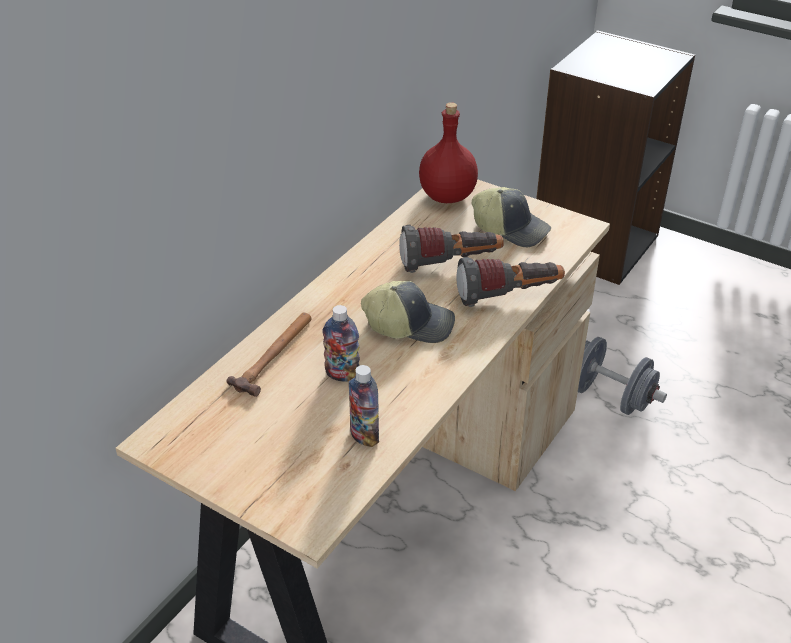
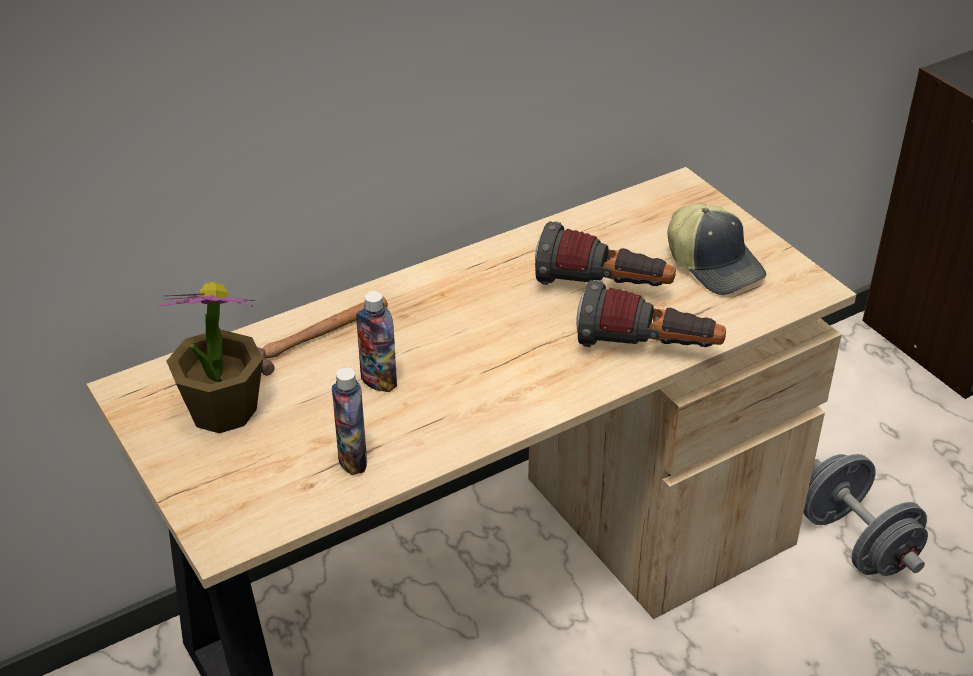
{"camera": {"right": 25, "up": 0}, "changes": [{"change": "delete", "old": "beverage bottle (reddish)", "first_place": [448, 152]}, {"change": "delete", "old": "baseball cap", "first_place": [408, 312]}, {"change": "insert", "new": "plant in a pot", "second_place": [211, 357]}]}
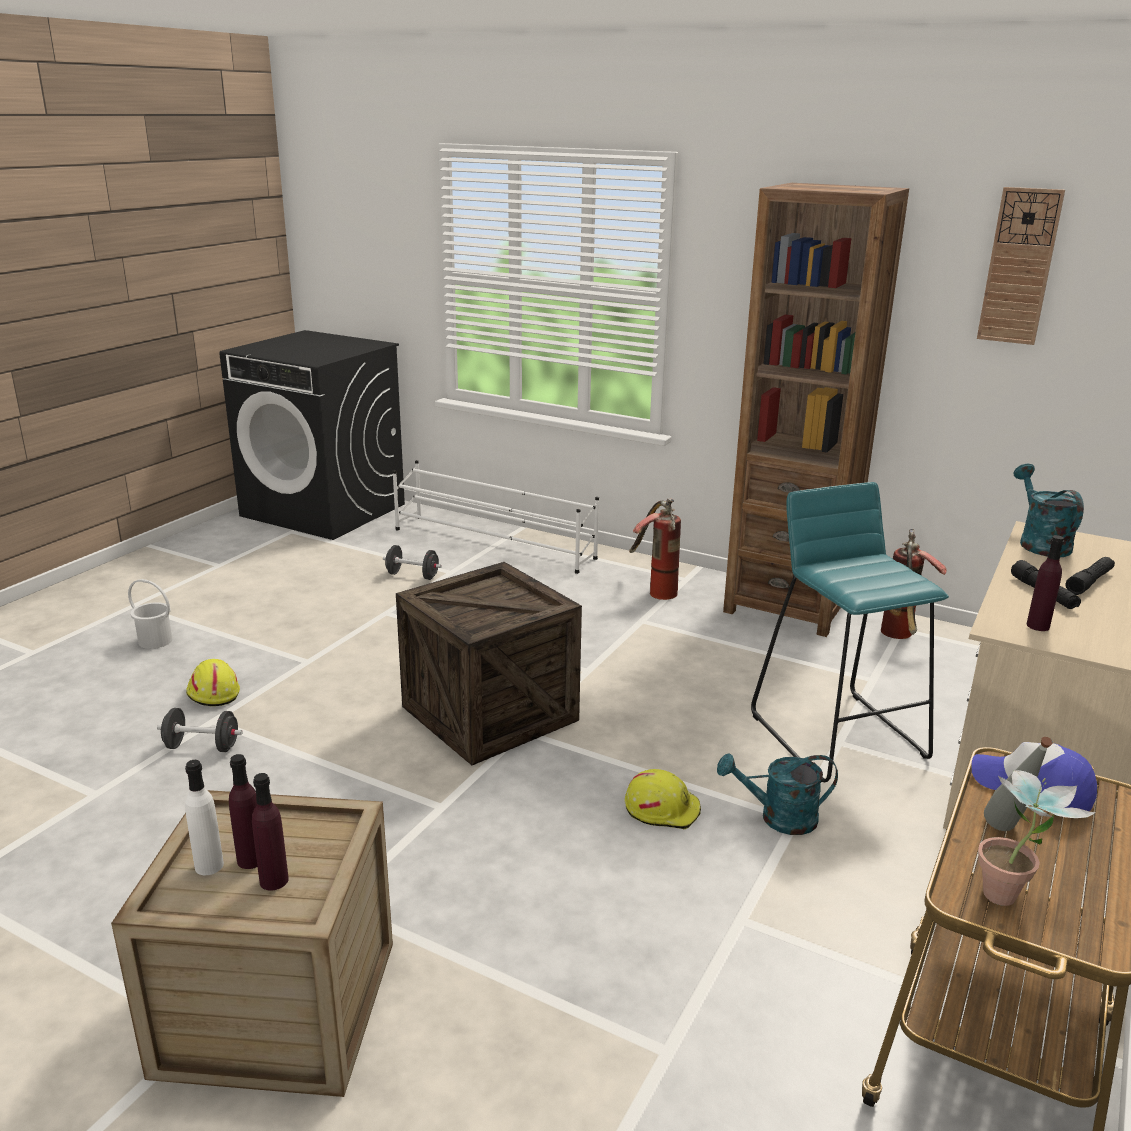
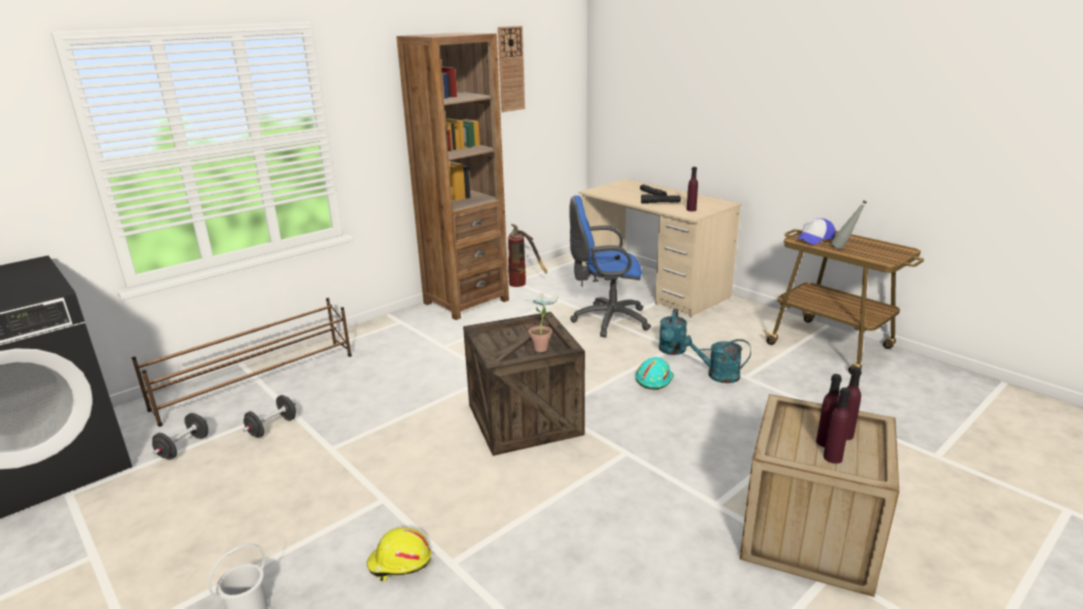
{"camera": {"right": -70, "up": 0}, "changes": [{"change": "recolor", "old": "shoe shelf (white)", "new": "shoe shelf (brownish)", "first_place": [496, 517], "second_place": [242, 362]}, {"change": "move", "old": "watering pot (blue-green)", "first_place": [1048, 510], "second_place": [716, 359]}, {"change": "replace", "old": "stool seat (blue-green)", "new": "desk chair (blue)", "first_place": [850, 632], "second_place": [610, 266]}, {"change": "delete", "old": "extinguisher", "first_place": [655, 549]}, {"change": "move", "old": "hand weight (blackish)", "first_place": [200, 730], "second_place": [180, 436]}, {"change": "recolor", "old": "beverage bottle (white)", "new": "beverage bottle (purplish)", "first_place": [204, 817], "second_place": [837, 426]}, {"change": "recolor", "old": "safety helmet (yellow-coloured)", "new": "safety helmet (blue-green)", "first_place": [663, 799], "second_place": [654, 373]}, {"change": "move", "old": "plant in a pot", "first_place": [1036, 838], "second_place": [541, 322]}]}
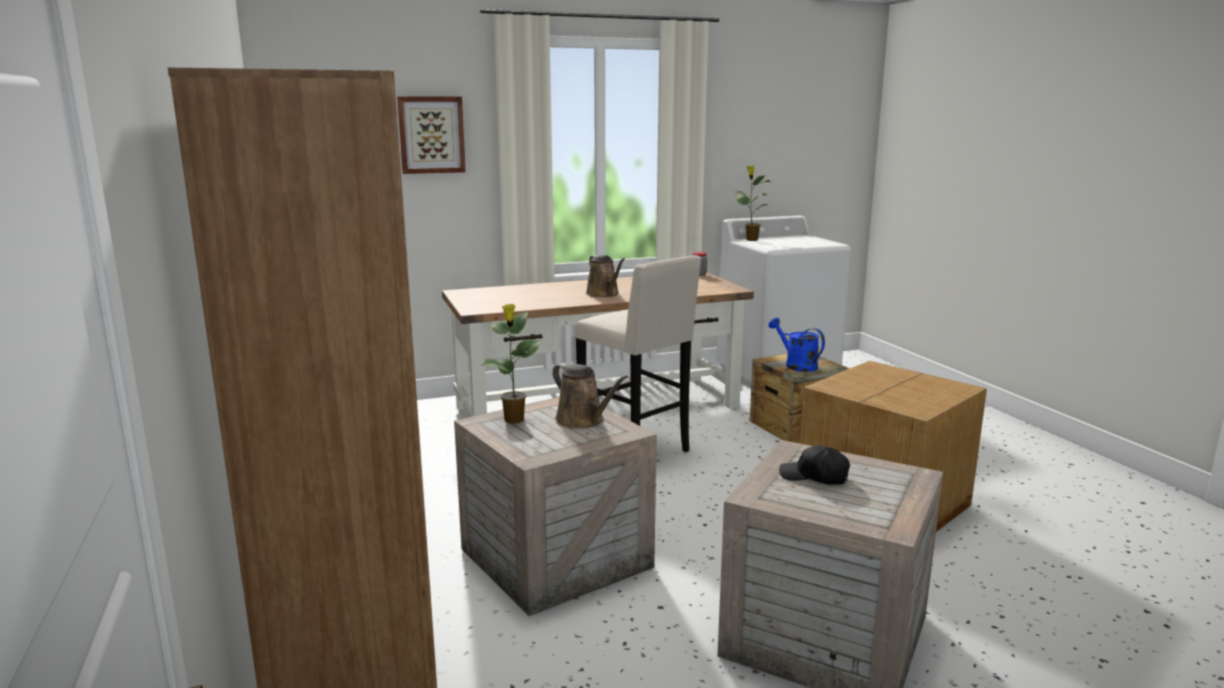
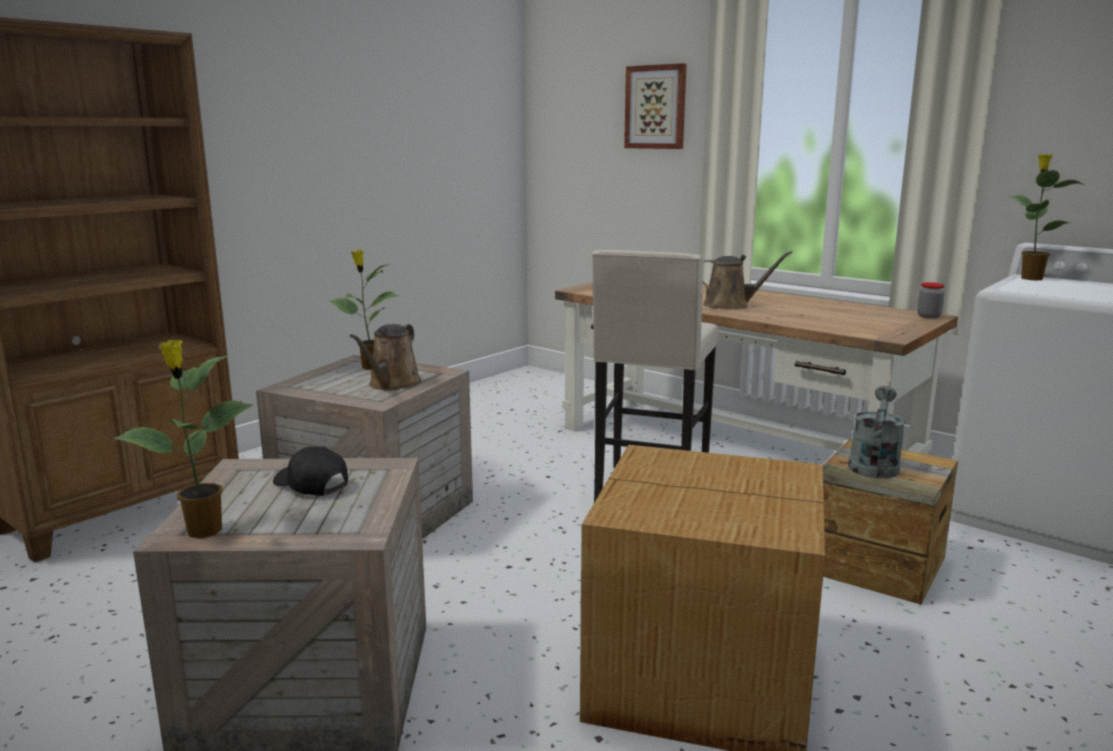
{"camera": {"right": 60, "up": 0}, "changes": [{"change": "rotate", "old": "watering pot (brownish)", "first_place": [605, 276], "second_place": [748, 280], "degrees": -120}, {"change": "recolor", "old": "watering pot (blue)", "new": "watering pot (grey)", "first_place": [797, 345], "second_place": [877, 432]}, {"change": "rotate", "old": "baseball cap (blackish)", "first_place": [814, 465], "second_place": [310, 471], "degrees": -45}, {"change": "insert", "new": "plant in a pot", "second_place": [184, 439]}]}
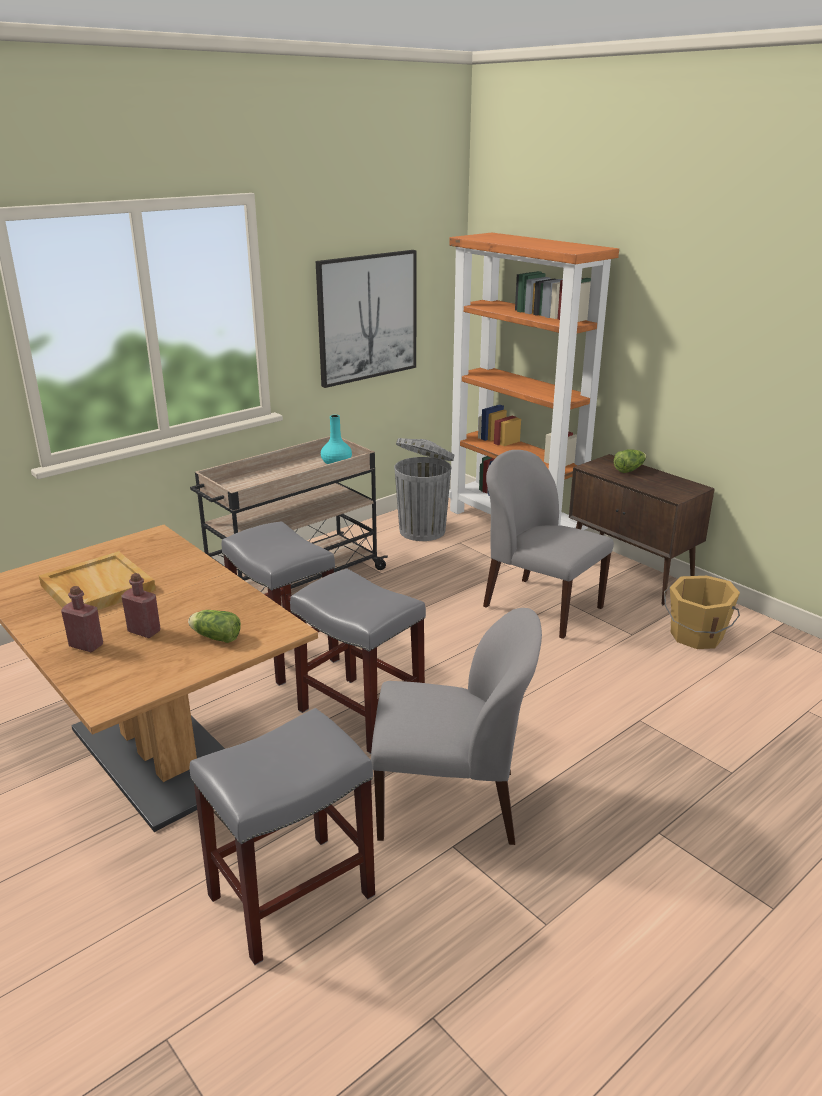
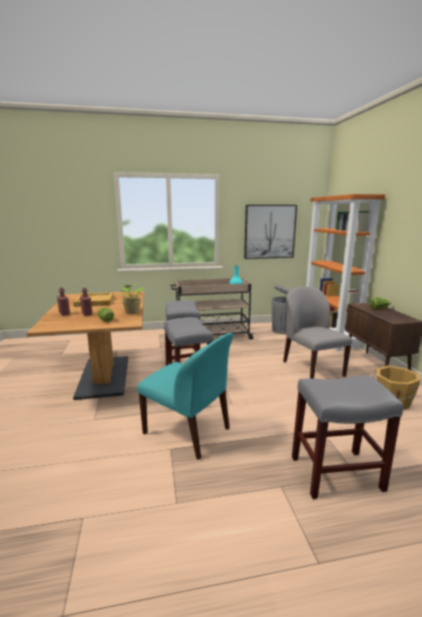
{"camera": {"right": 30, "up": -10}, "changes": [{"change": "recolor", "old": "plain chair (grey)", "new": "plain chair (blue-green)", "first_place": [456, 726], "second_place": [185, 396]}, {"change": "move", "old": "stool seat (grey)", "first_place": [282, 836], "second_place": [347, 437]}, {"change": "insert", "new": "plant in a pot", "second_place": [132, 298]}]}
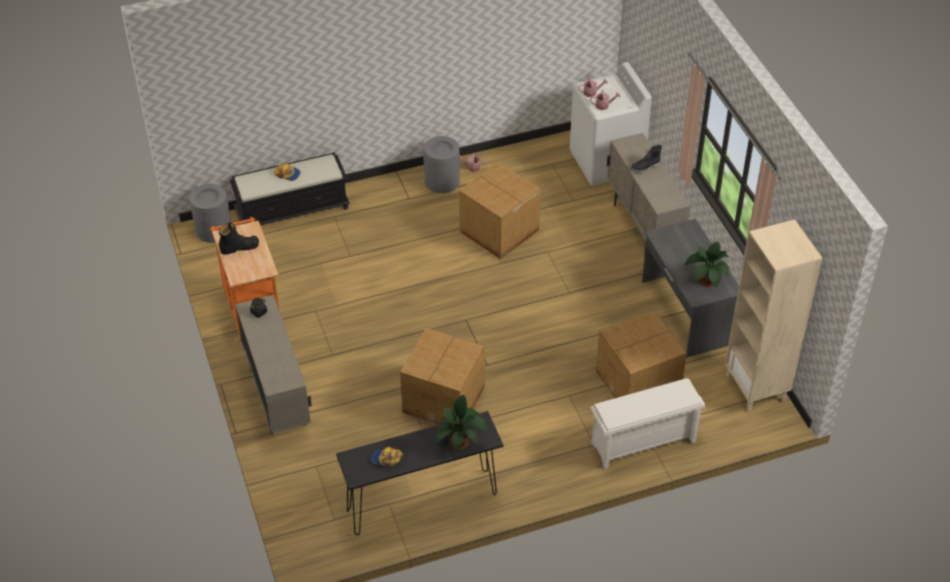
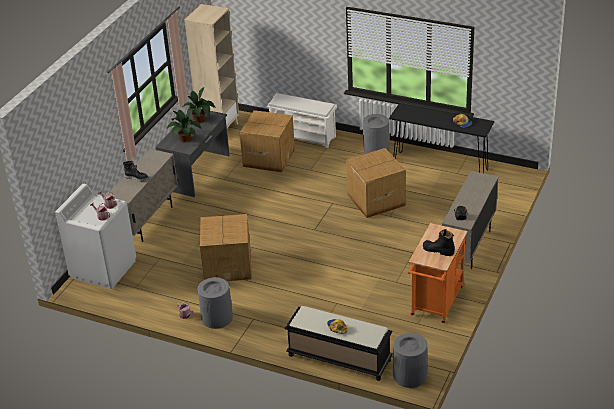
{"camera": {"right": -135, "up": -10}, "changes": [{"change": "move", "old": "plant in a pot", "first_place": [461, 422], "second_place": [184, 126]}, {"change": "insert", "new": "rubbish bin (grey)", "second_place": [376, 134]}]}
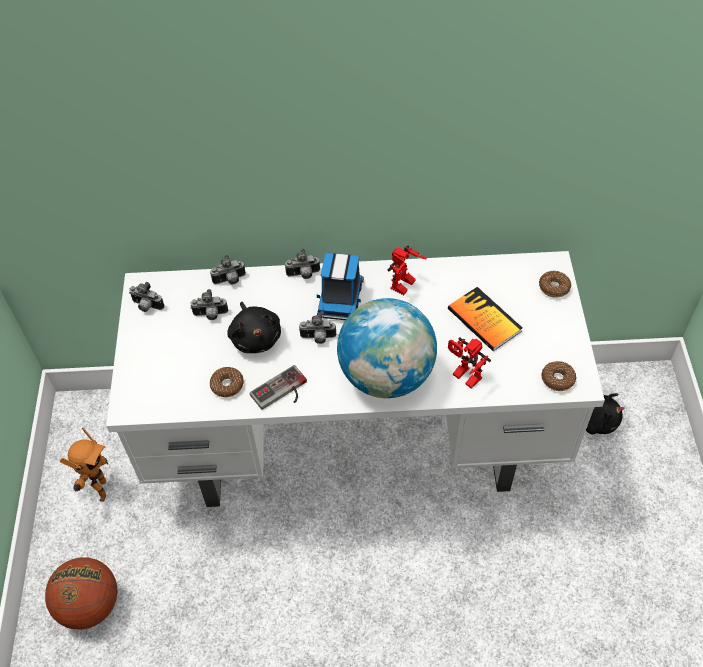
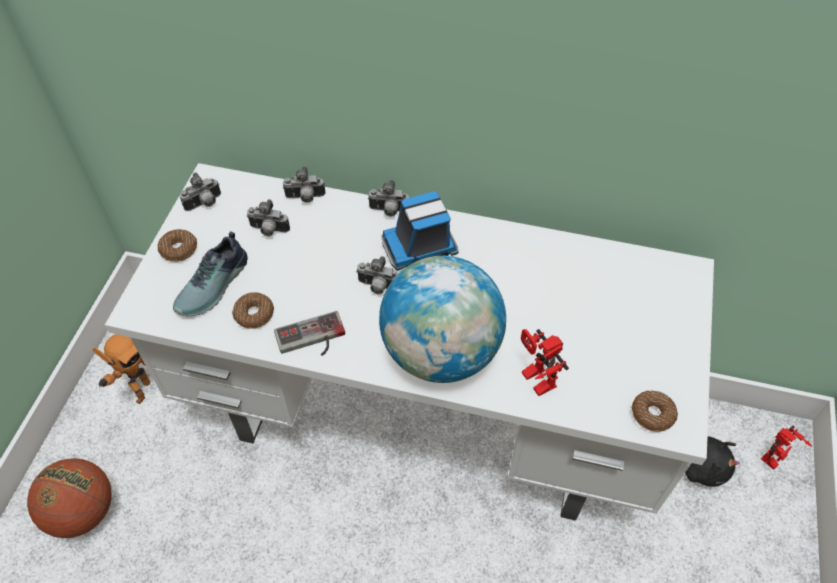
{"camera": {"right": 15, "up": 0}, "changes": [{"change": "move", "old": "toy robot", "first_place": [407, 270], "second_place": [786, 448]}, {"change": "rotate", "old": "toy lorry", "first_place": [340, 286], "second_place": [420, 230], "degrees": 45}, {"change": "move", "old": "doughnut", "first_place": [555, 284], "second_place": [177, 245]}, {"change": "rotate", "old": "photo camera", "first_place": [146, 297], "second_place": [200, 192], "degrees": -75}, {"change": "delete", "old": "volume", "first_place": [485, 319]}, {"change": "delete", "old": "cuddly toy (blackish)", "first_place": [254, 327]}, {"change": "insert", "new": "low shoe", "second_place": [210, 273]}]}
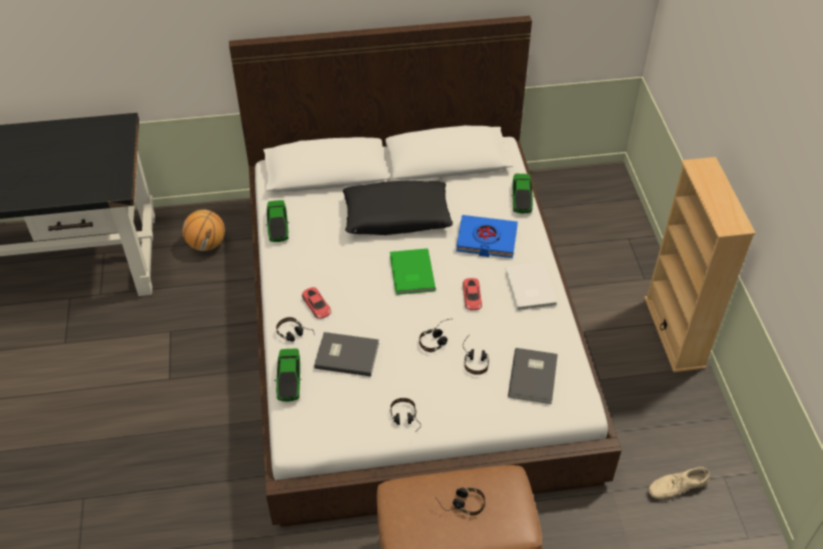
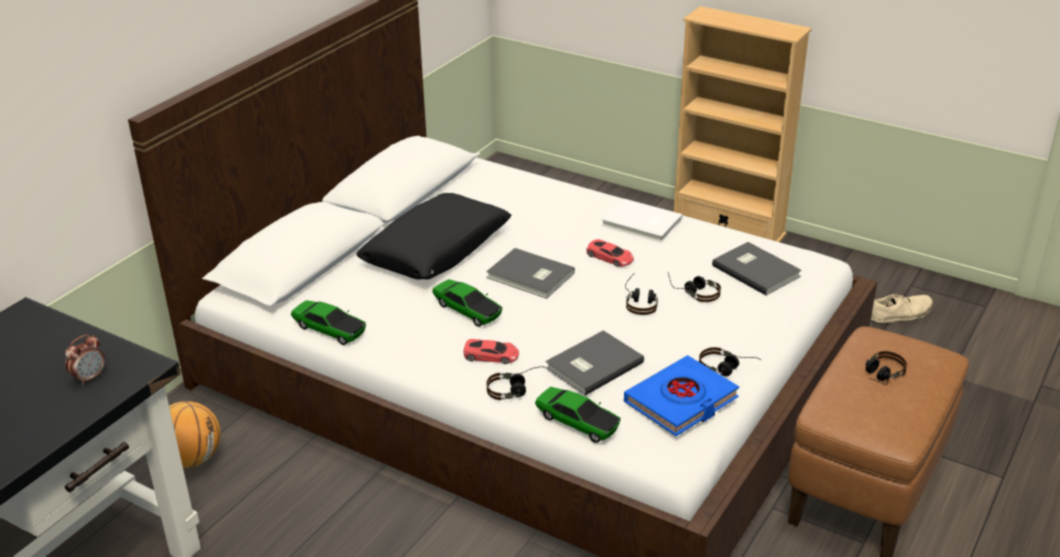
{"camera": {"right": -50, "up": -15}, "changes": [{"change": "move", "old": "toy car", "first_place": [523, 194], "second_place": [467, 303]}, {"change": "move", "old": "volume (blue)", "first_place": [487, 236], "second_place": [681, 395]}, {"change": "recolor", "old": "volume (green)", "new": "volume (grey)", "first_place": [413, 271], "second_place": [530, 273]}, {"change": "rotate", "old": "low shoe (beige-coloured)", "first_place": [679, 484], "second_place": [902, 308], "degrees": -135}, {"change": "insert", "new": "table clock", "second_place": [85, 359]}]}
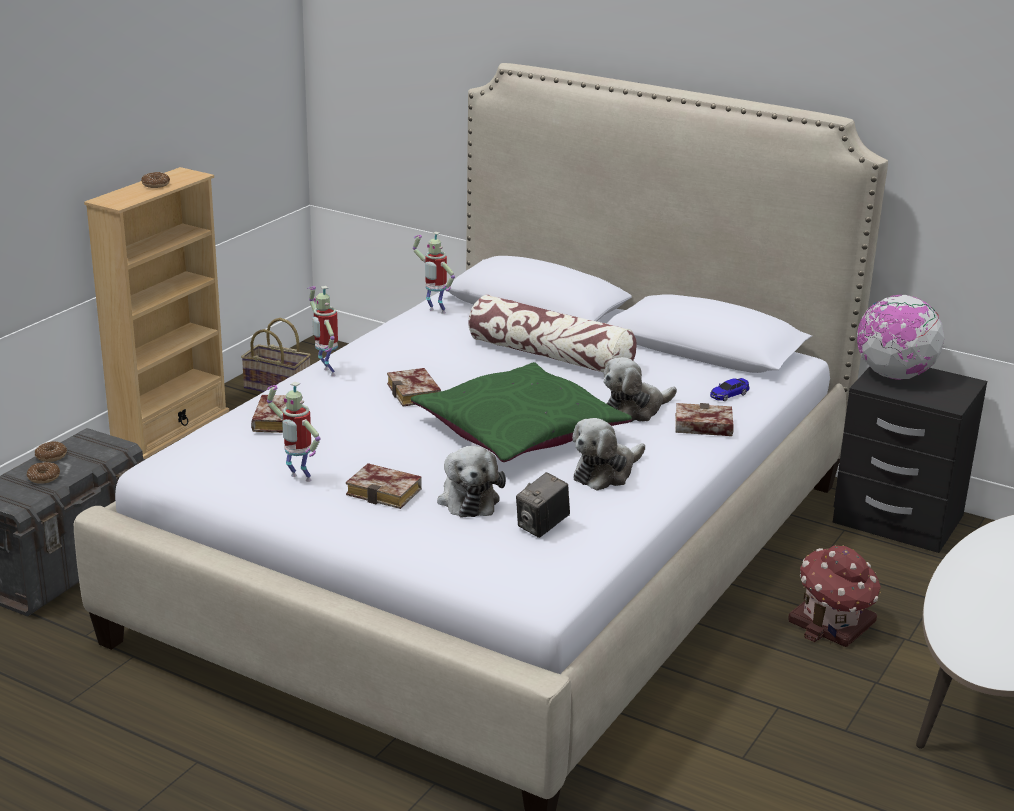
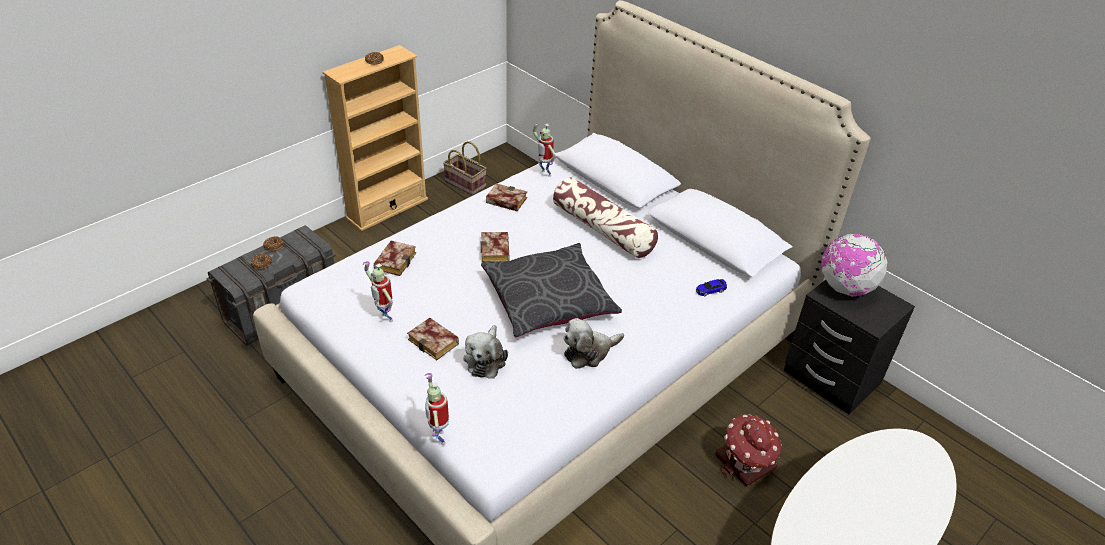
{"camera": {"right": 15, "up": 15}, "changes": [{"change": "move", "old": "toy robot", "first_place": [322, 331], "second_place": [437, 409]}, {"change": "delete", "old": "cuddly toy", "first_place": [640, 390]}, {"change": "recolor", "old": "throw pillow (green)", "new": "throw pillow (grey)", "first_place": [521, 412], "second_place": [551, 290]}, {"change": "move", "old": "volume", "first_place": [704, 419], "second_place": [506, 197]}, {"change": "delete", "old": "photo camera", "first_place": [543, 505]}]}
